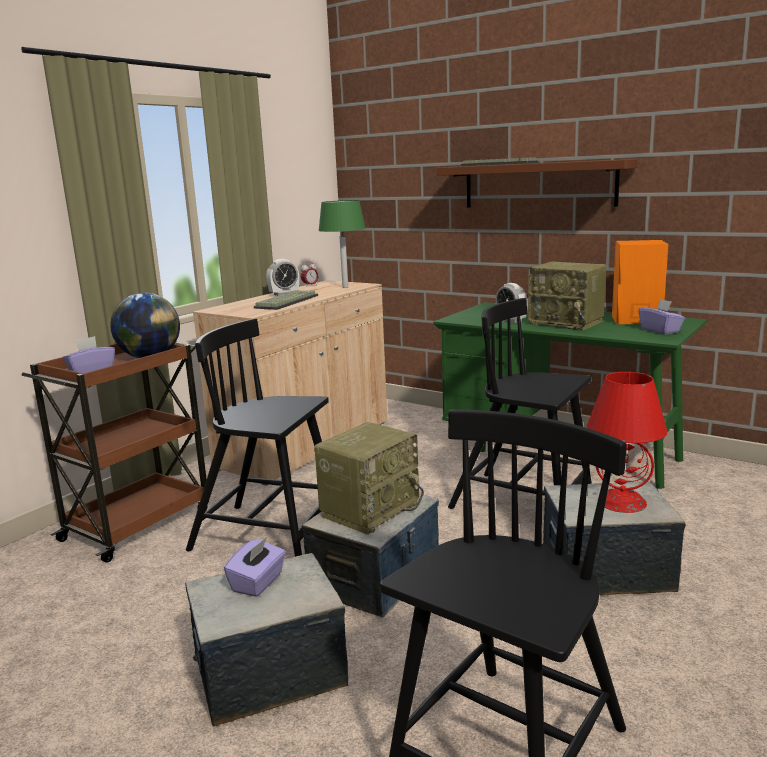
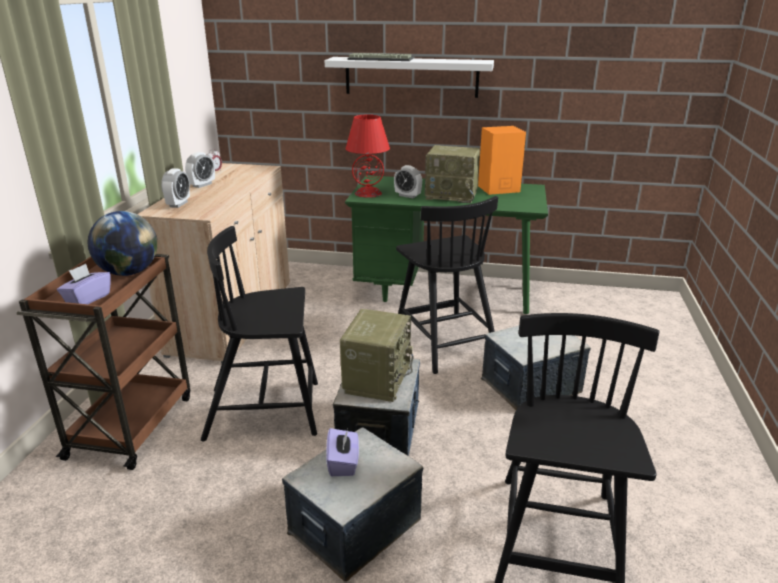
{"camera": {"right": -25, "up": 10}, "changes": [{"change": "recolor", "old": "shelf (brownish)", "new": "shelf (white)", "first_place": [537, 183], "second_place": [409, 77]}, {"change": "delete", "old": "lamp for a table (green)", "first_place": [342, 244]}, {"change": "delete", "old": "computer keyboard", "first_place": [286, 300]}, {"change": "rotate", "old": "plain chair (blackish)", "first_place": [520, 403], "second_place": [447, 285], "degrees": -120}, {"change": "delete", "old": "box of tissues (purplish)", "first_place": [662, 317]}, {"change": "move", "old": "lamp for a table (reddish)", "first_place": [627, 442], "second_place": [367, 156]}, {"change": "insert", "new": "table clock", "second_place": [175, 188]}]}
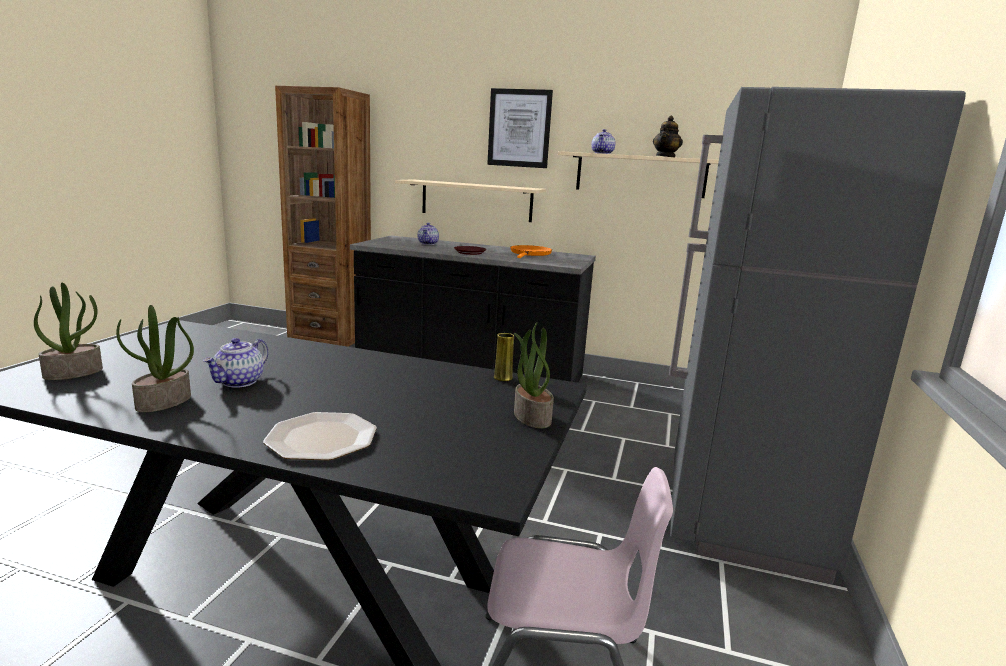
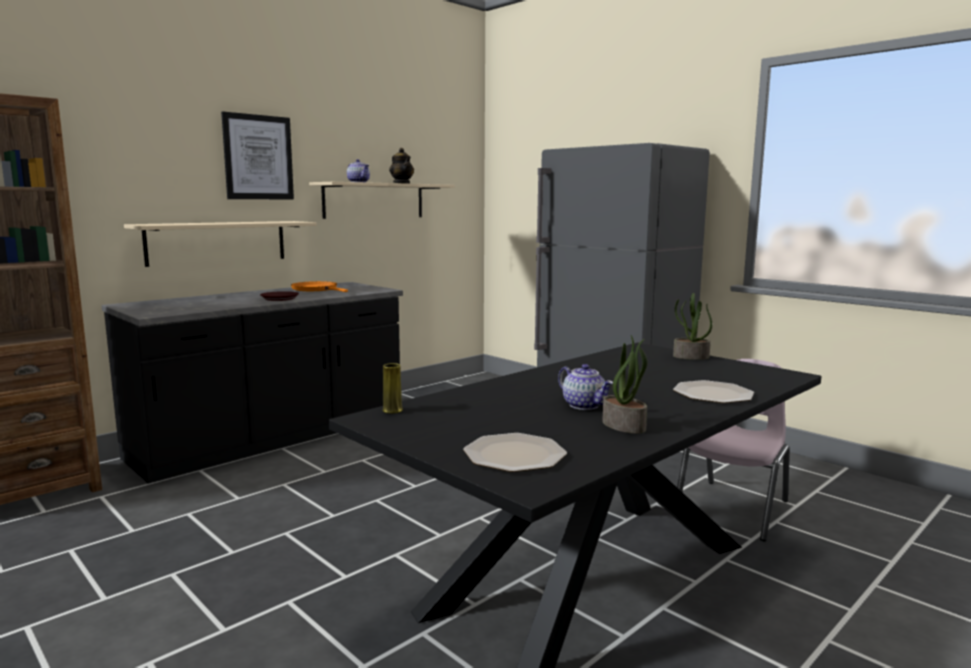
{"camera": {"right": -60, "up": -5}, "changes": [{"change": "delete", "old": "tea pot", "first_place": [428, 234]}, {"change": "replace", "old": "plant in a pot", "new": "dinner plate", "first_place": [68, 331], "second_place": [515, 452]}, {"change": "move", "old": "flower vase (yellow-coloured)", "first_place": [504, 357], "second_place": [393, 388]}]}
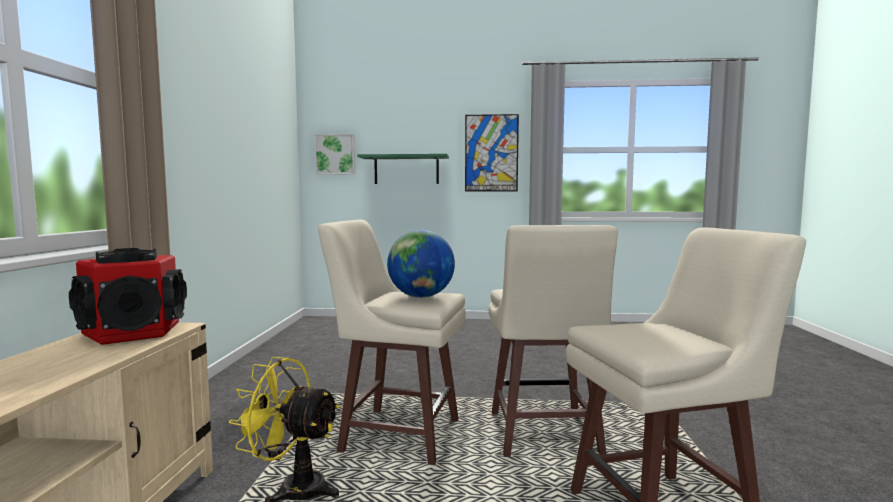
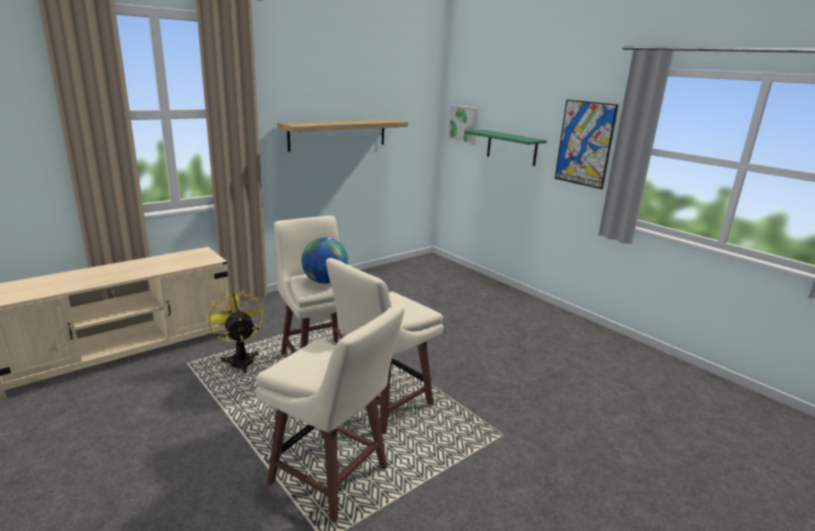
{"camera": {"right": 45, "up": 15}, "changes": [{"change": "delete", "old": "audio speaker", "first_place": [128, 296]}, {"change": "insert", "new": "shelf", "second_place": [342, 135]}]}
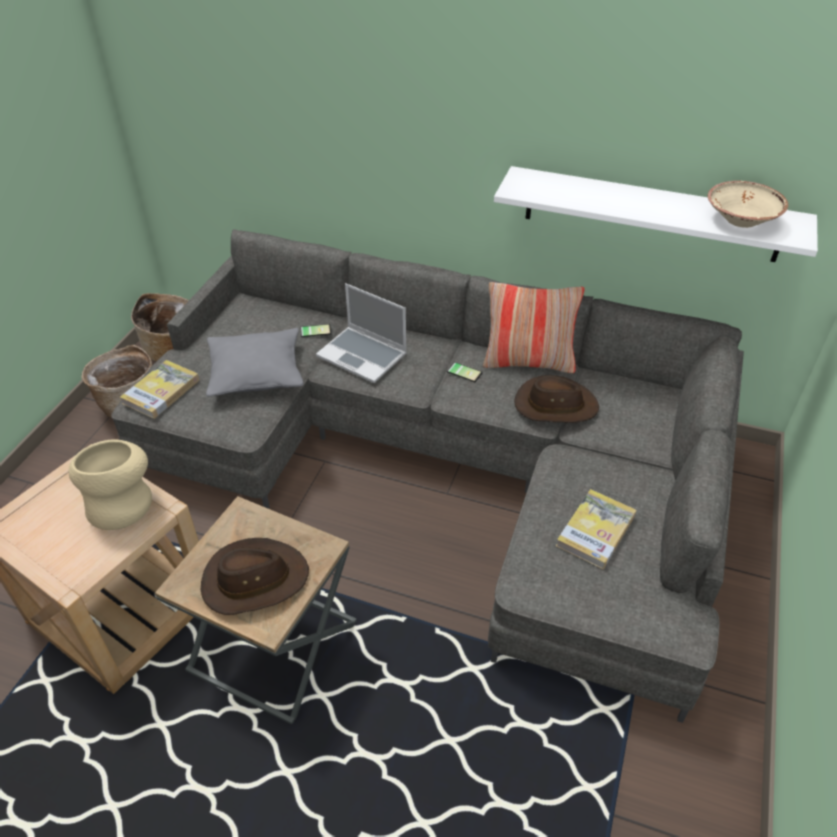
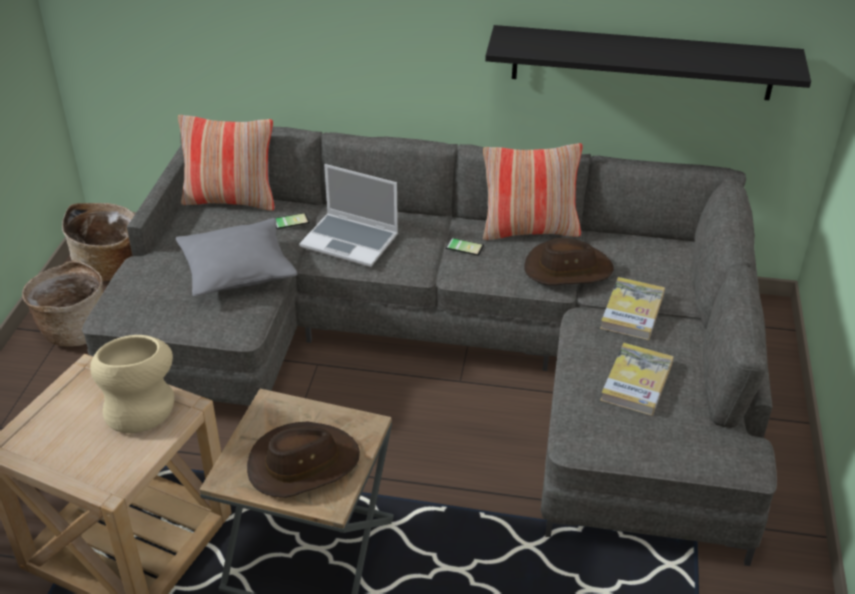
{"camera": {"right": -10, "up": -5}, "changes": [{"change": "recolor", "old": "shelf (white)", "new": "shelf (blackish)", "first_place": [656, 214], "second_place": [648, 62]}, {"change": "delete", "old": "deep dish (beige-coloured)", "first_place": [748, 204]}, {"change": "move", "old": "volume", "first_place": [159, 389], "second_place": [632, 308]}, {"change": "insert", "new": "throw pillow", "second_place": [226, 163]}]}
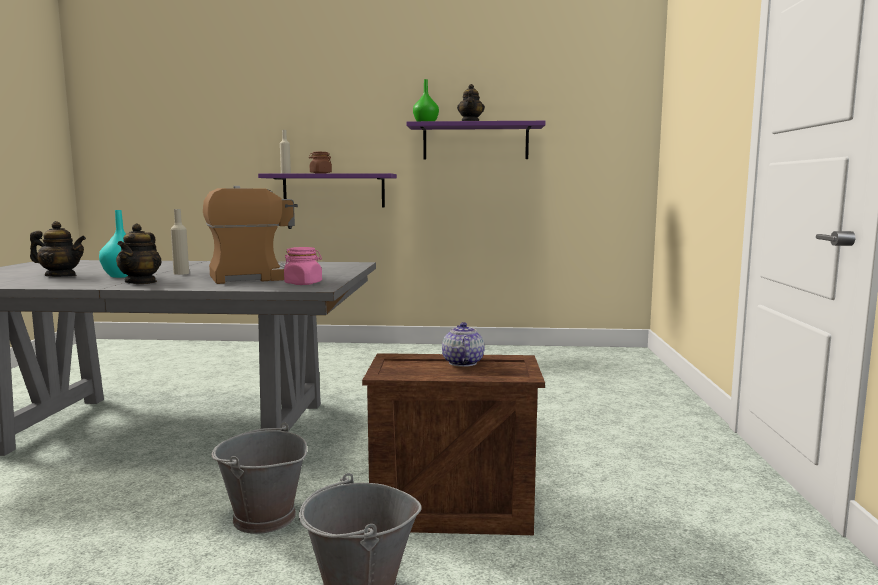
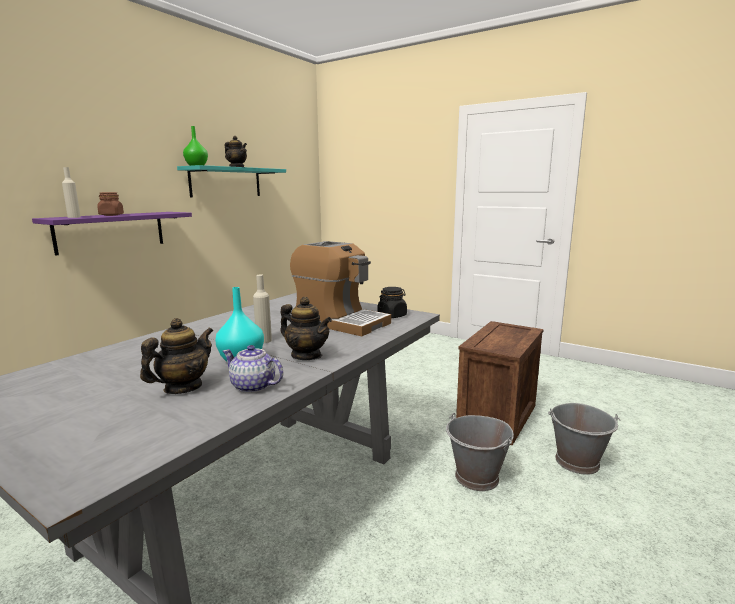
{"camera": {"right": -60, "up": 5}, "changes": [{"change": "recolor", "old": "shelf (purplish)", "new": "shelf (blue-green)", "first_place": [476, 140], "second_place": [231, 181]}, {"change": "rotate", "old": "coffee maker", "first_place": [250, 235], "second_place": [340, 288], "degrees": 120}, {"change": "recolor", "old": "preserve jar (pink)", "new": "preserve jar (blackish)", "first_place": [303, 266], "second_place": [392, 302]}, {"change": "move", "old": "tea pot", "first_place": [463, 344], "second_place": [252, 369]}]}
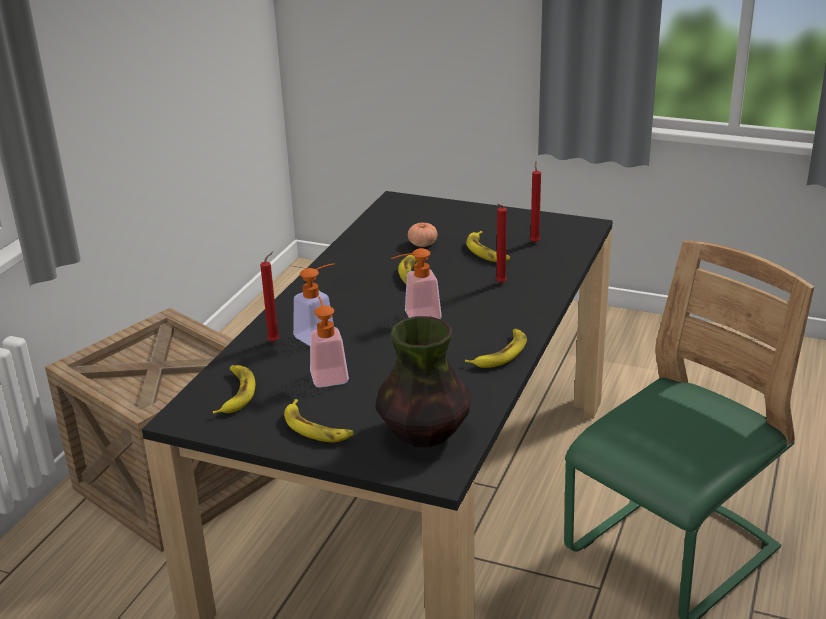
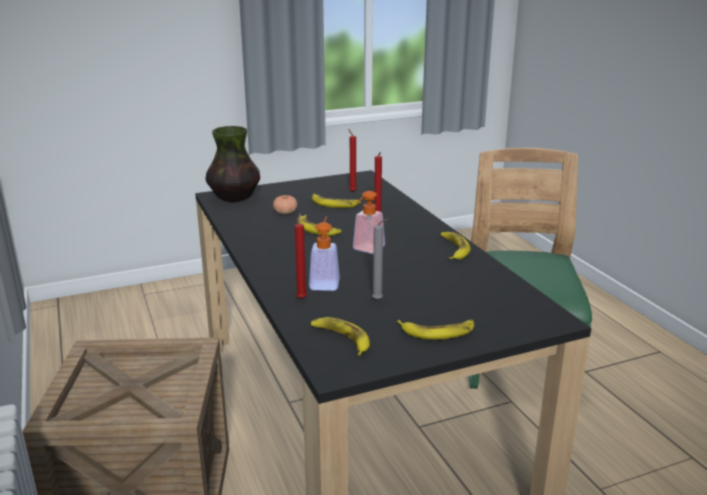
{"camera": {"right": -45, "up": -5}, "changes": [{"change": "replace", "old": "liquid soap bottle", "new": "wax light (grey)", "first_place": [329, 342], "second_place": [380, 259]}, {"change": "move", "old": "flower vase", "first_place": [423, 382], "second_place": [233, 164]}]}
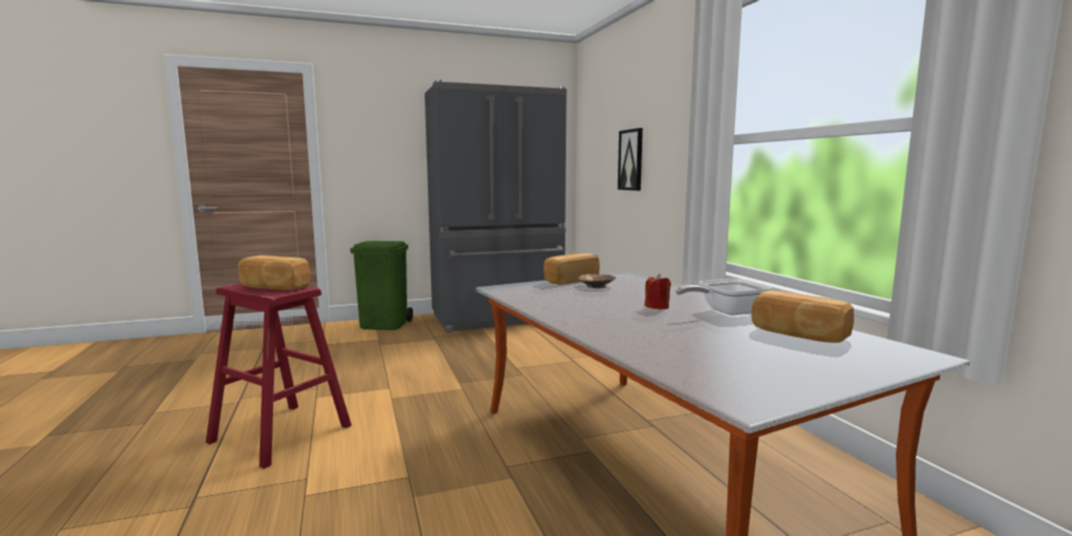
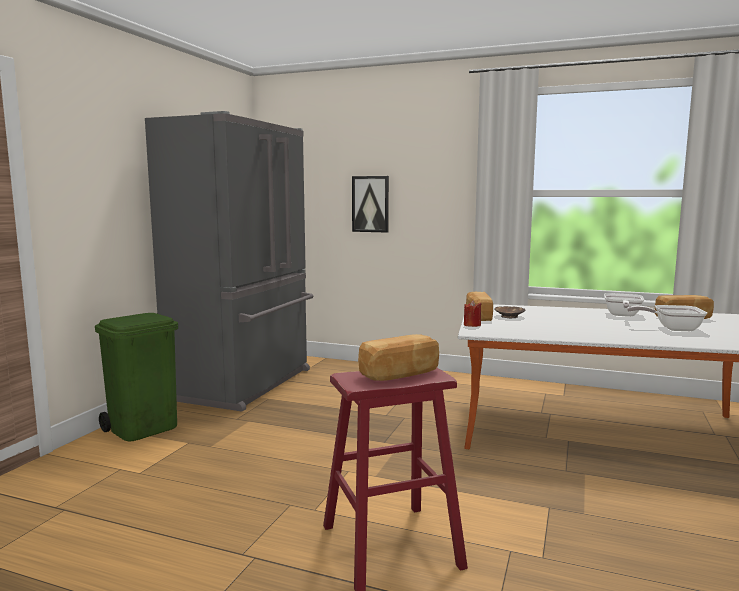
{"camera": {"right": -50, "up": 0}, "changes": [{"change": "move", "old": "wax light (reddish)", "first_place": [658, 291], "second_place": [473, 313]}, {"change": "insert", "new": "pan", "second_place": [667, 318]}]}
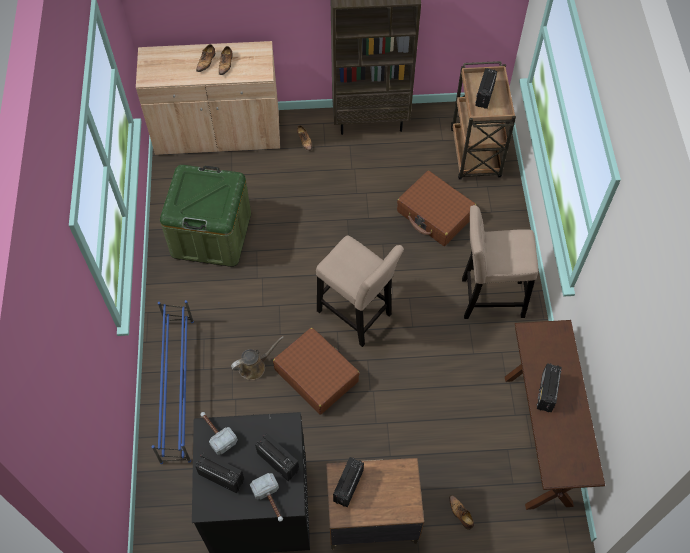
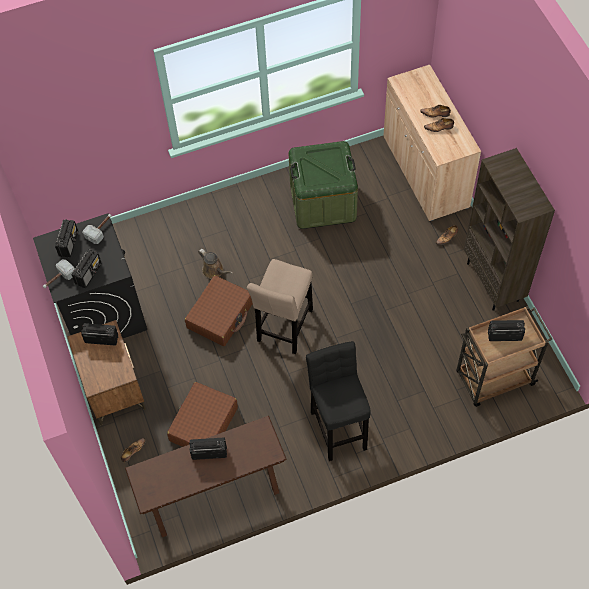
{"camera": {"right": 75, "up": 0}, "changes": [{"change": "move", "old": "suitcase (brownish)", "first_place": [437, 208], "second_place": [202, 414]}, {"change": "recolor", "old": "stool seat (beige-coloured)", "new": "stool seat (blackish)", "first_place": [500, 262], "second_place": [338, 401]}, {"change": "delete", "old": "shoe shelf (blue)", "first_place": [173, 382]}]}
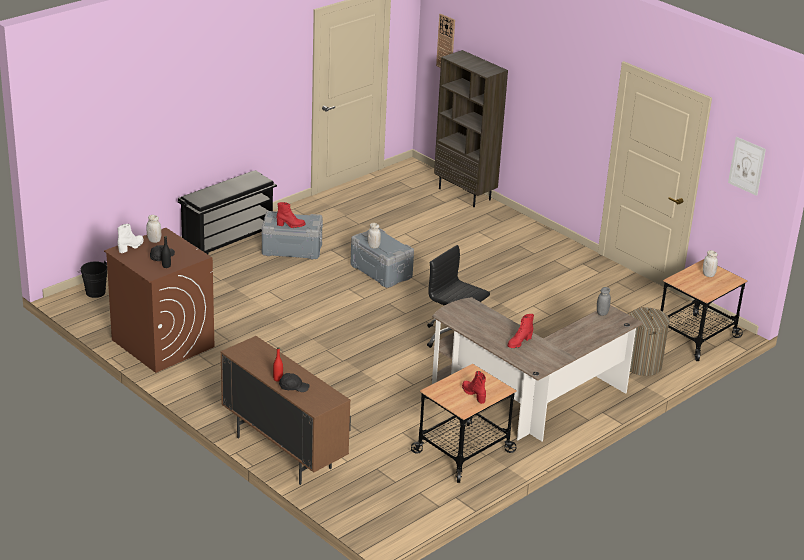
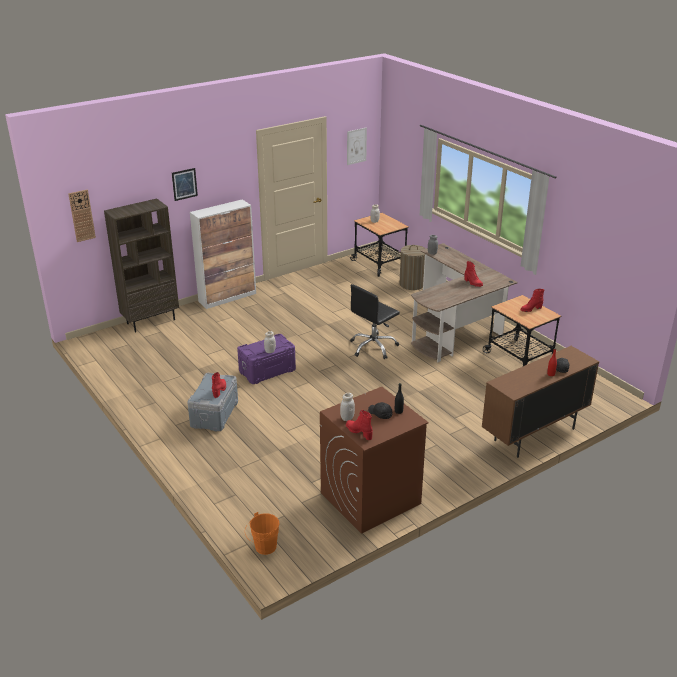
{"camera": {"right": -80, "up": 0}, "changes": [{"change": "delete", "old": "shoe shelf (blackish)", "first_place": [227, 212]}, {"change": "recolor", "old": "boot (white)", "new": "boot (reddish)", "first_place": [130, 238], "second_place": [359, 425]}, {"change": "recolor", "old": "storage box (grey)", "new": "storage box (purplish)", "first_place": [382, 258], "second_place": [266, 359]}, {"change": "recolor", "old": "pail (blackish)", "new": "pail (orange)", "first_place": [94, 279], "second_place": [262, 533]}, {"change": "insert", "new": "wall art", "second_place": [185, 184]}, {"change": "insert", "new": "cupboard", "second_place": [223, 254]}]}
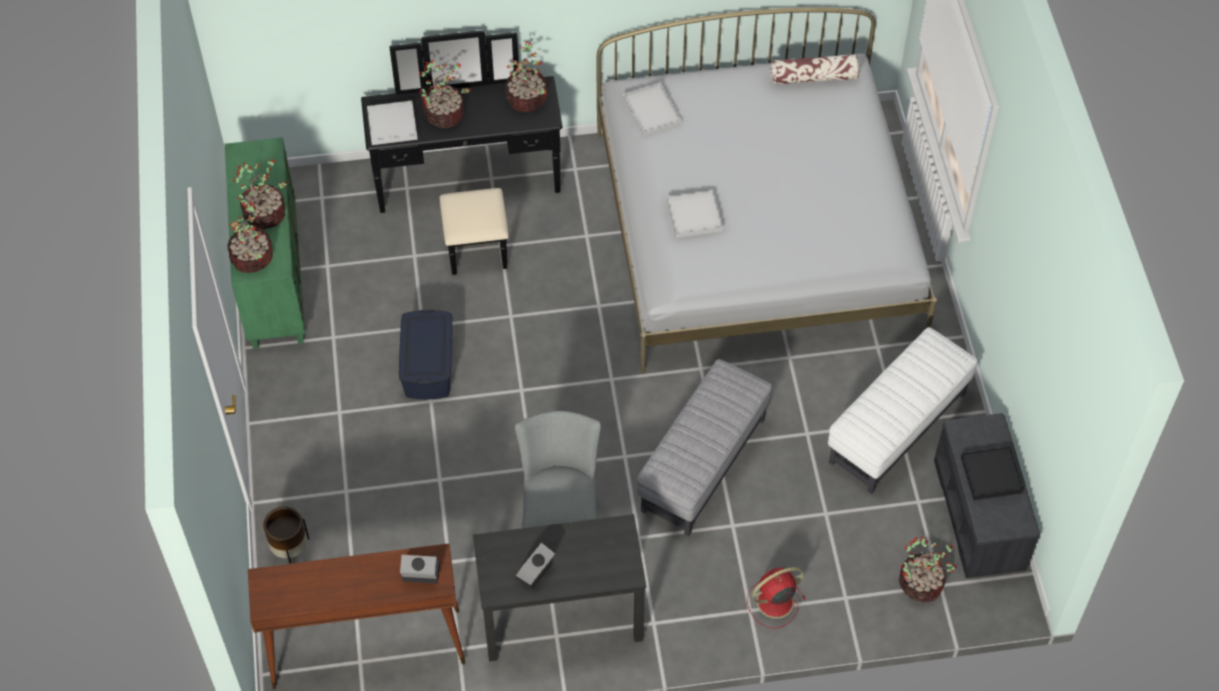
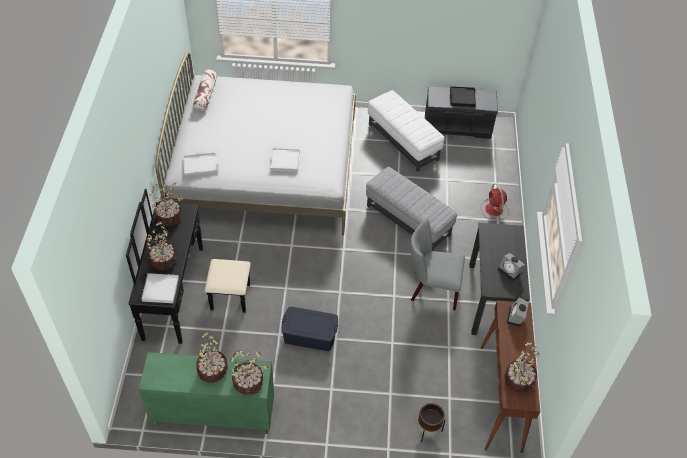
{"camera": {"right": -80, "up": -5}, "changes": [{"change": "move", "old": "plant in a pot", "first_place": [928, 569], "second_place": [522, 367]}]}
